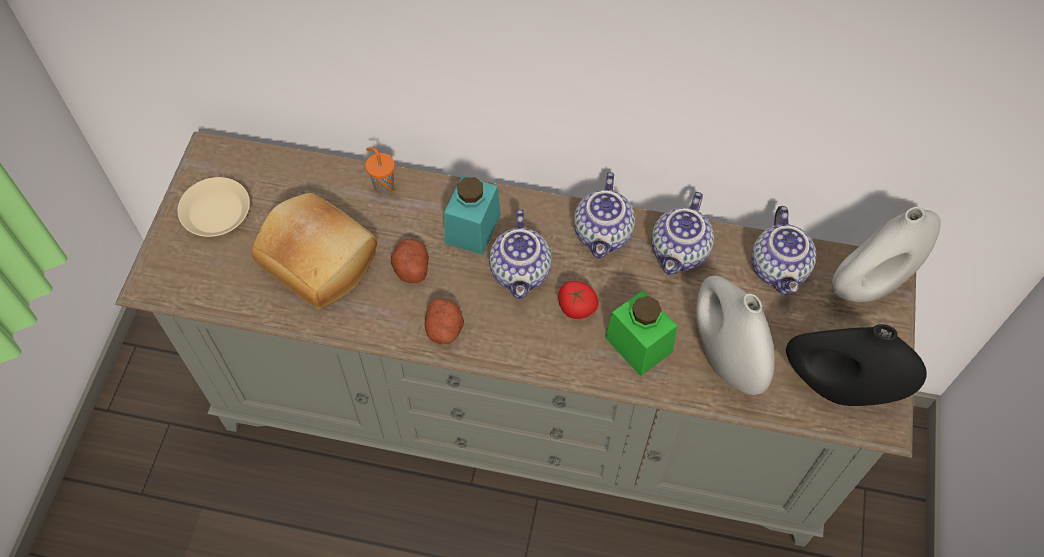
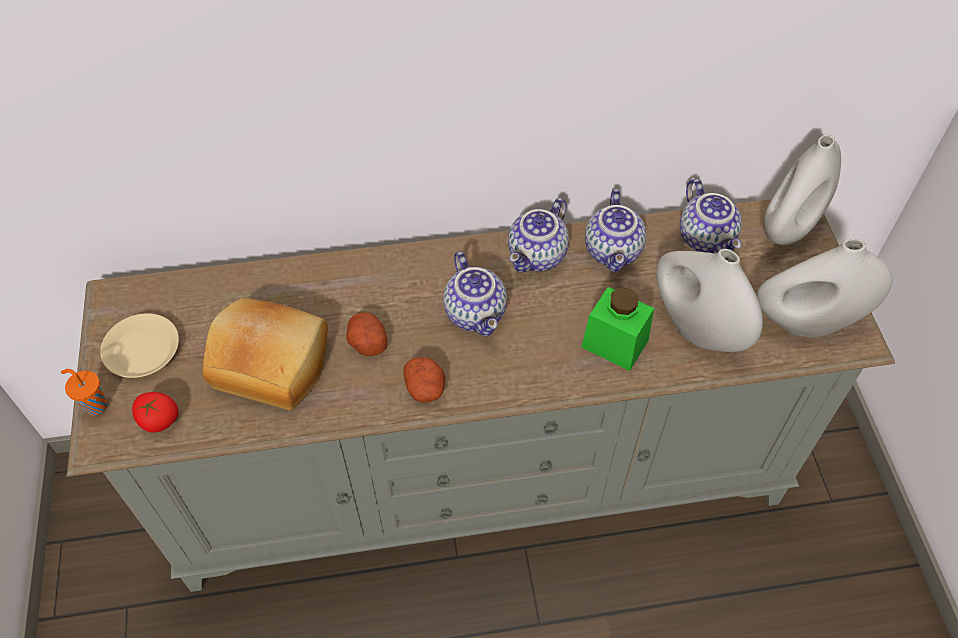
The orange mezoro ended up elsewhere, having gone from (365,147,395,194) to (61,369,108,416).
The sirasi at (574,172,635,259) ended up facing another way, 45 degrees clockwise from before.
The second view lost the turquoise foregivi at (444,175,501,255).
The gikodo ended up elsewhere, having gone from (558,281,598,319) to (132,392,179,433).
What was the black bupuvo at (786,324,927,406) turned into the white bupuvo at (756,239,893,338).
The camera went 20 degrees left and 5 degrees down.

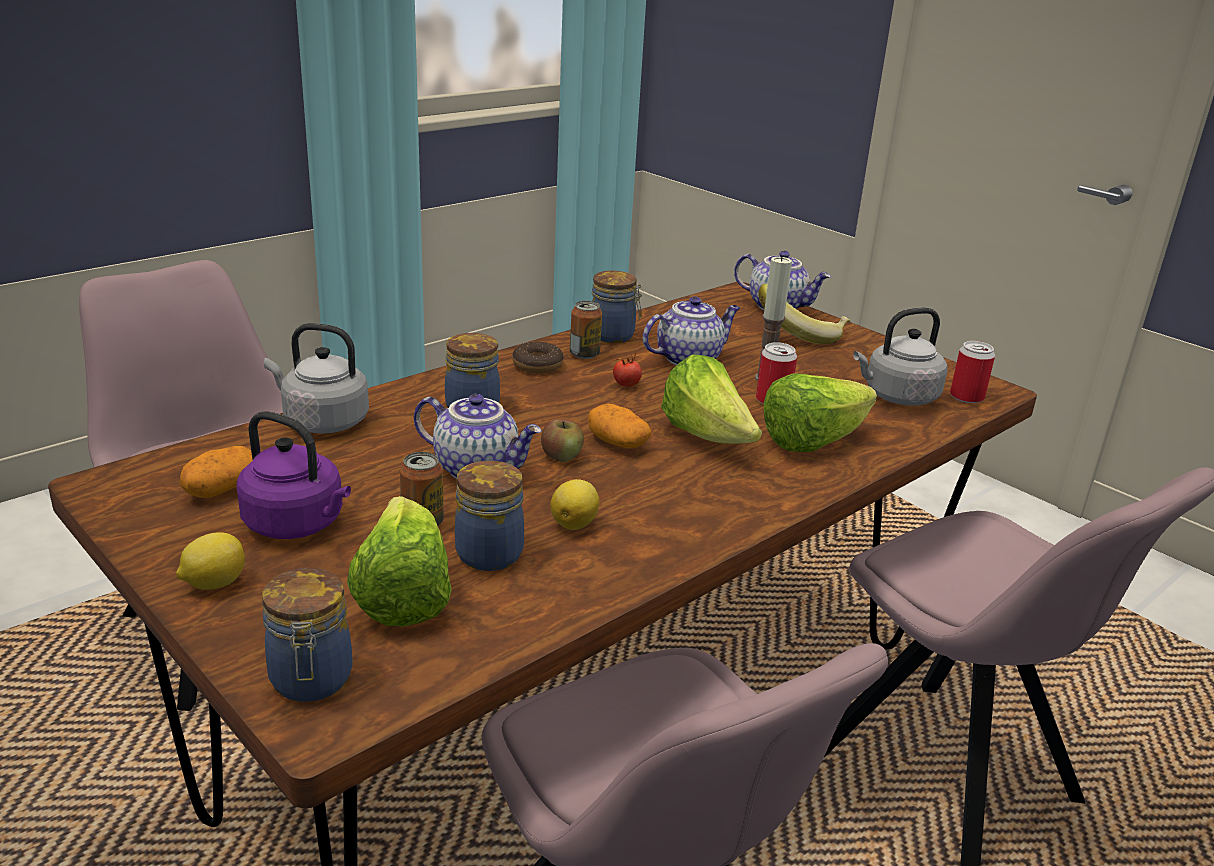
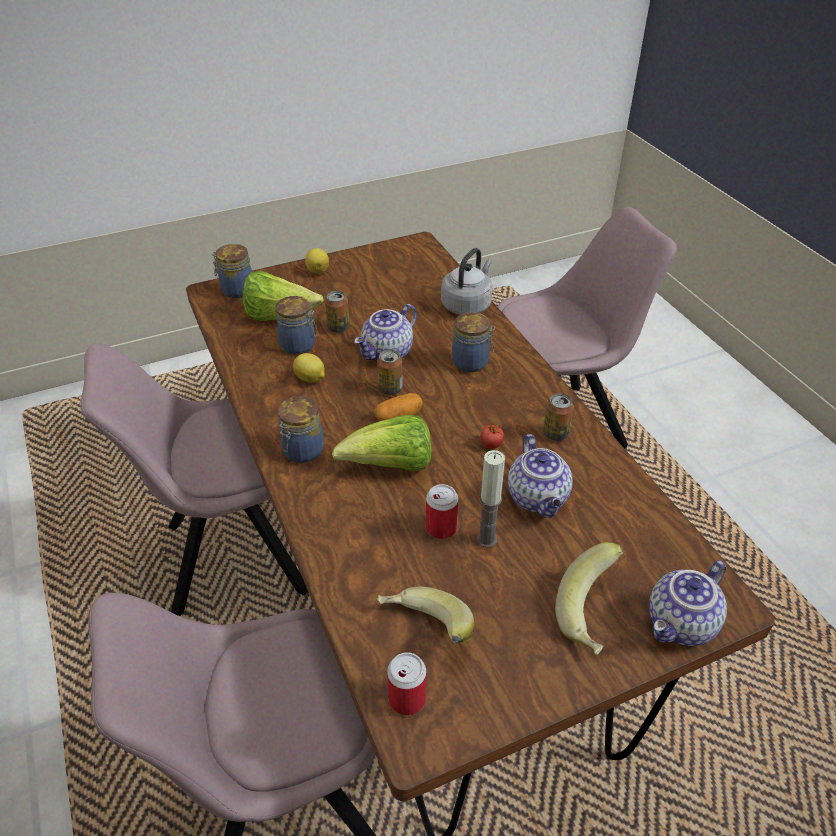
The foregivi ended up elsewhere, having gone from (592,271,642,343) to (278,396,324,463).
Where the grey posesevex stood at (853,308,948,406), the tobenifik came to stand at (377,587,475,643).
The second view lost the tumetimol at (512,342,564,373).
The second view lost the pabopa at (763,373,877,452).
The second view lost the purple posesevex at (236,411,351,539).
Where the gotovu stood at (541,419,584,462), the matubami came to stand at (377,350,403,395).
The second view lost the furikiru at (180,446,253,498).
The camera went 110 degrees right and 15 degrees up.

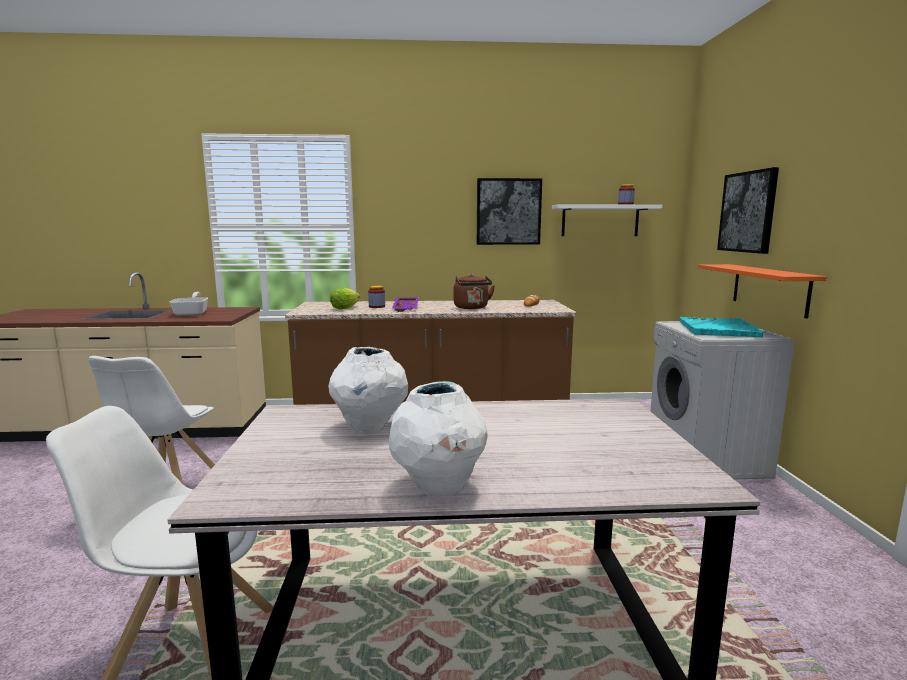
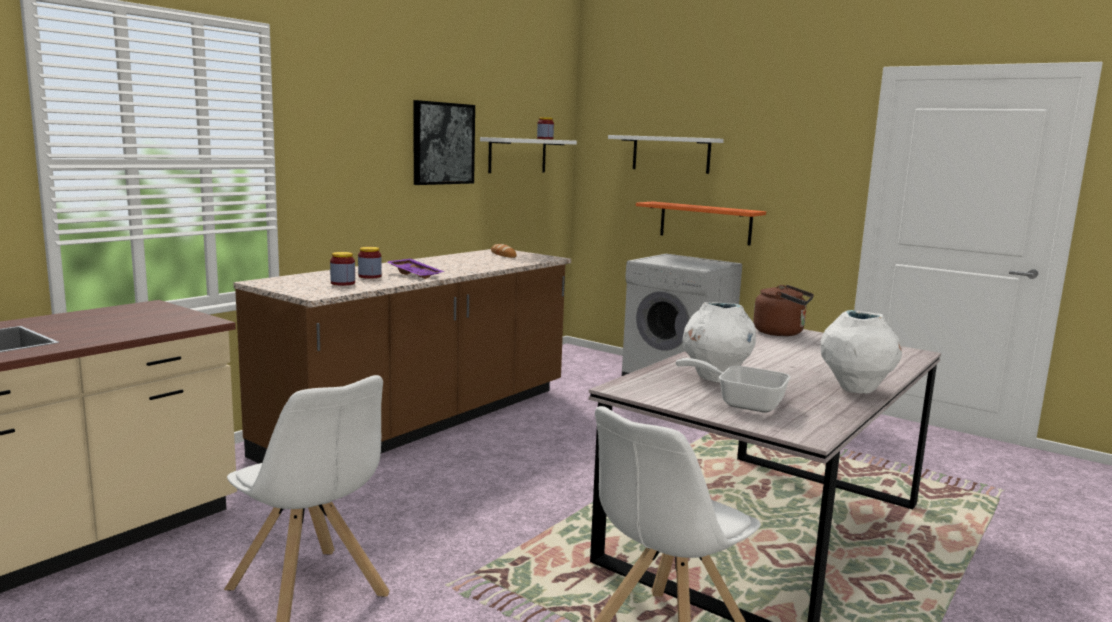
Where the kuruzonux hung at (717,167,779,254), the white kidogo came to hang at (608,135,724,174).
The brown posesevex ended up elsewhere, having gone from (454,274,495,309) to (753,285,814,336).
Where the pabopa stood at (330,288,360,310), the foregivi came to stand at (330,252,355,286).
The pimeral ended up elsewhere, having gone from (169,292,208,316) to (676,358,791,413).
The second view lost the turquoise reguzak at (679,317,764,337).
The camera went 50 degrees left and 0 degrees up.

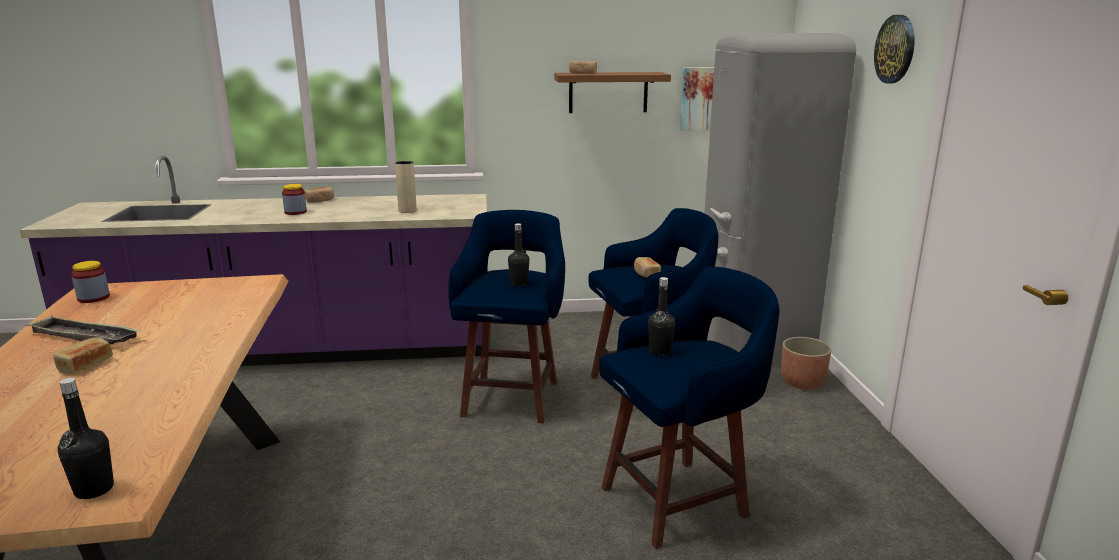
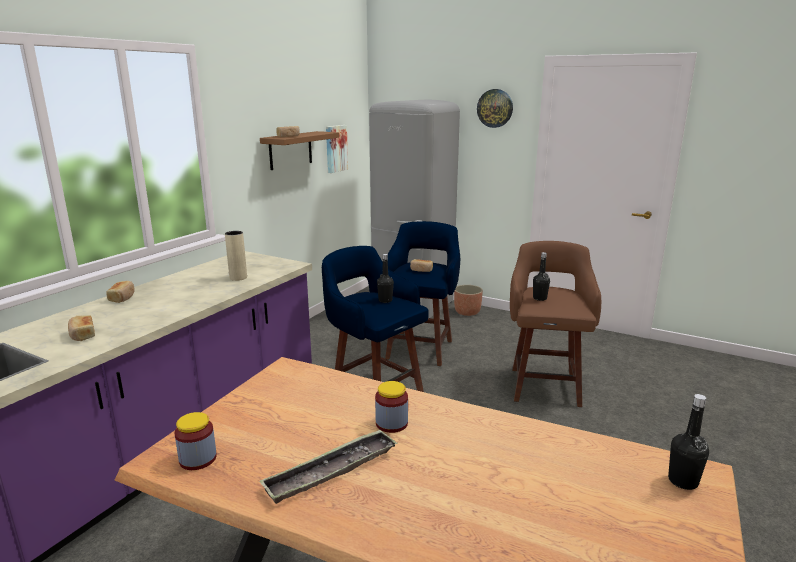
The foregivi ended up elsewhere, having gone from (282,184,307,215) to (375,381,408,433).
What was the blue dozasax at (599,267,780,549) turned into the brown dozasax at (510,241,601,407).
The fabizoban ended up elsewhere, having gone from (53,337,113,373) to (68,315,95,341).
The camera went 55 degrees left and 0 degrees up.

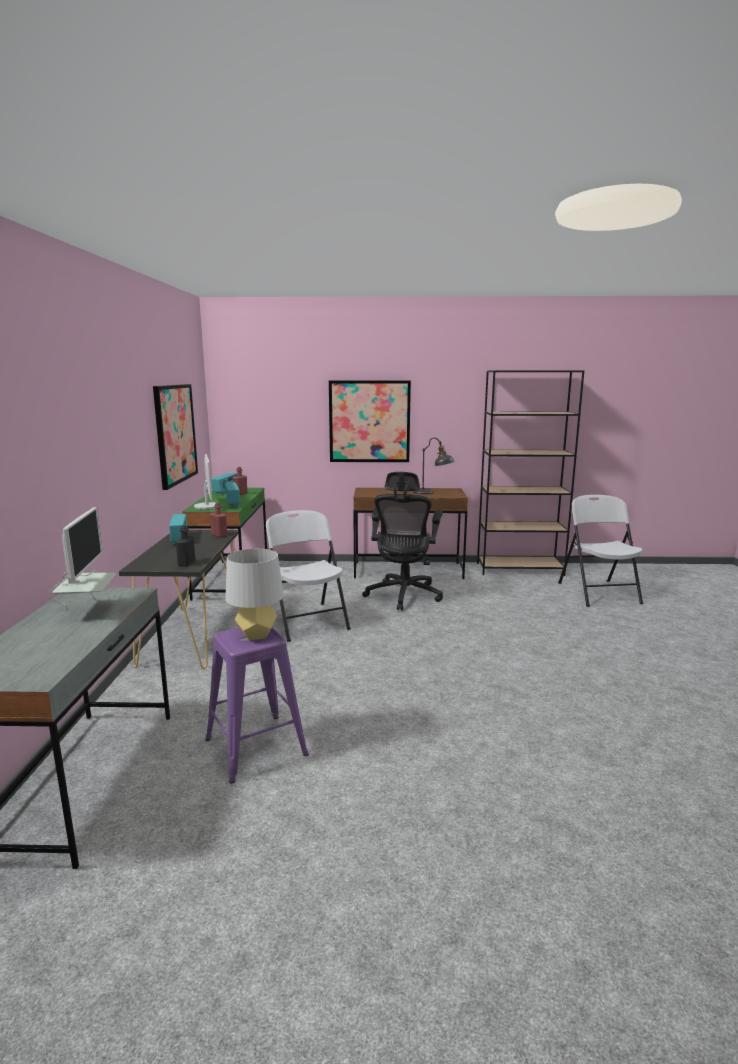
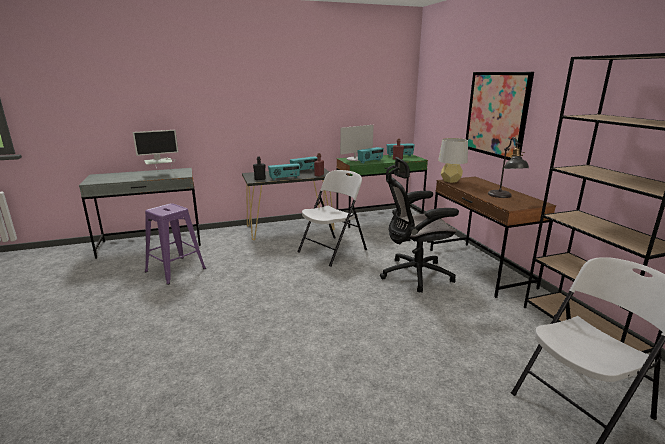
The second view lost the kuruzonux at (153,384,198,490).
The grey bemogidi ended up elsewhere, having gone from (225,549,284,640) to (438,138,468,183).
The second view gained the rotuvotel at (268,163,300,180).
The camera went 70 degrees right and 5 degrees up.

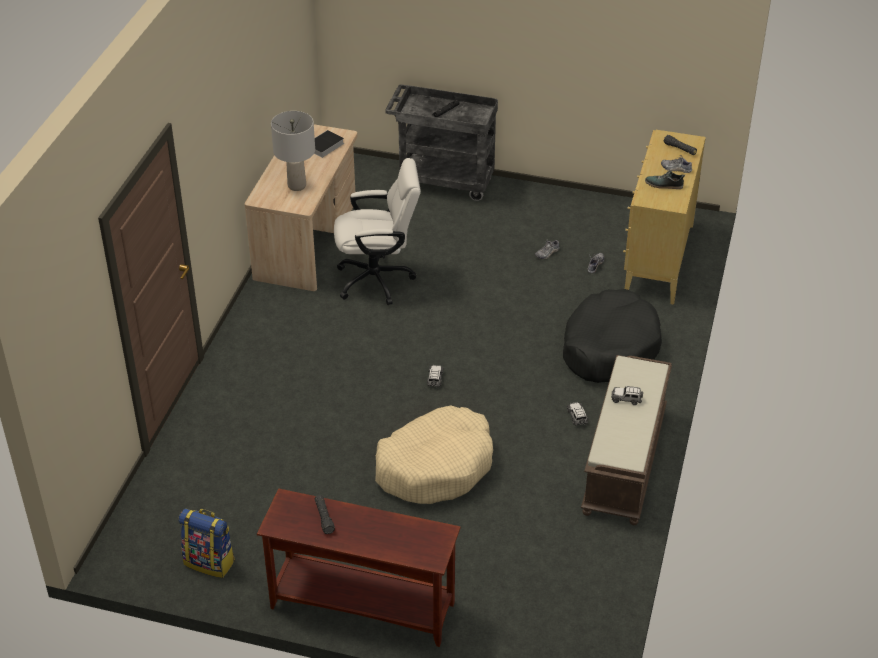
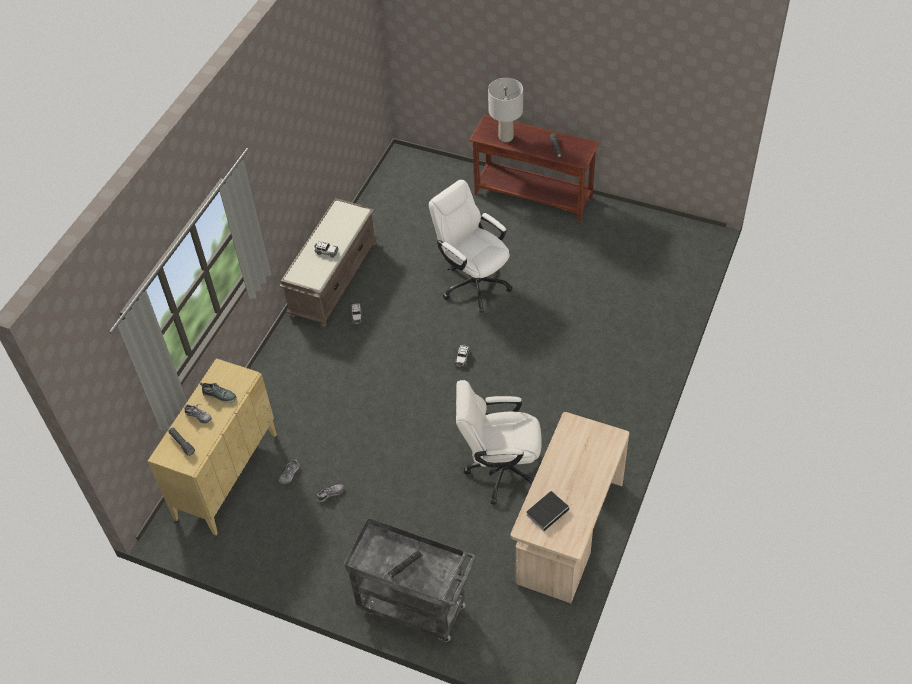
The grey bemogidi ended up elsewhere, having gone from (271,111,315,191) to (488,78,523,142).
The second view lost the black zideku at (563,289,662,383).
Where the beige zideku stood at (375,406,493,504), the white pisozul came to stand at (429,180,513,313).
The second view lost the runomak at (178,508,235,578).
The camera went 170 degrees left and 10 degrees up.

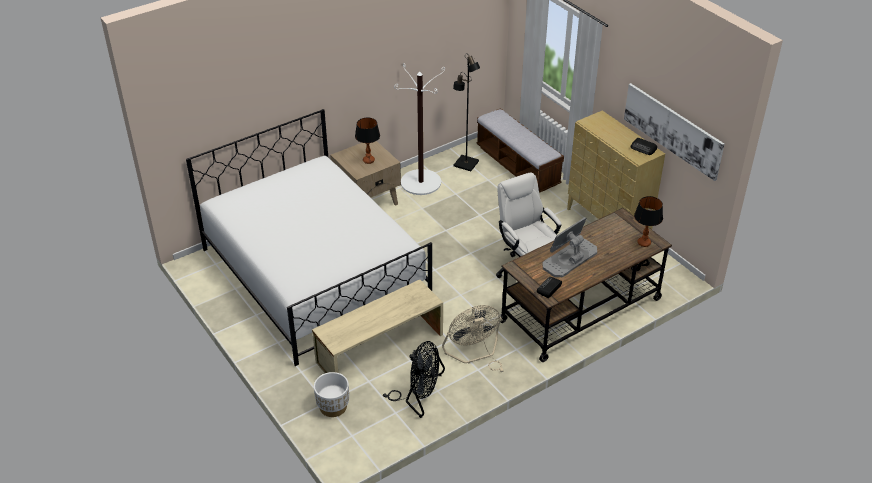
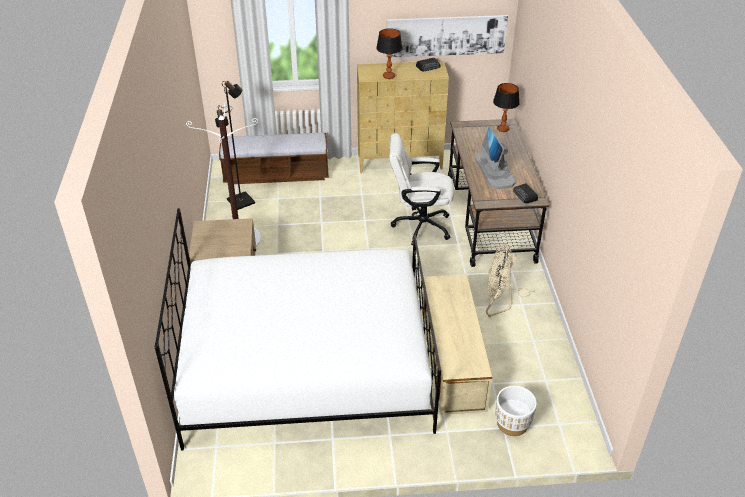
The bemogidi ended up elsewhere, having gone from (355,117,380,164) to (376,28,403,79).
The second view lost the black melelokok at (383,341,445,418).
The camera went 60 degrees left and 0 degrees up.

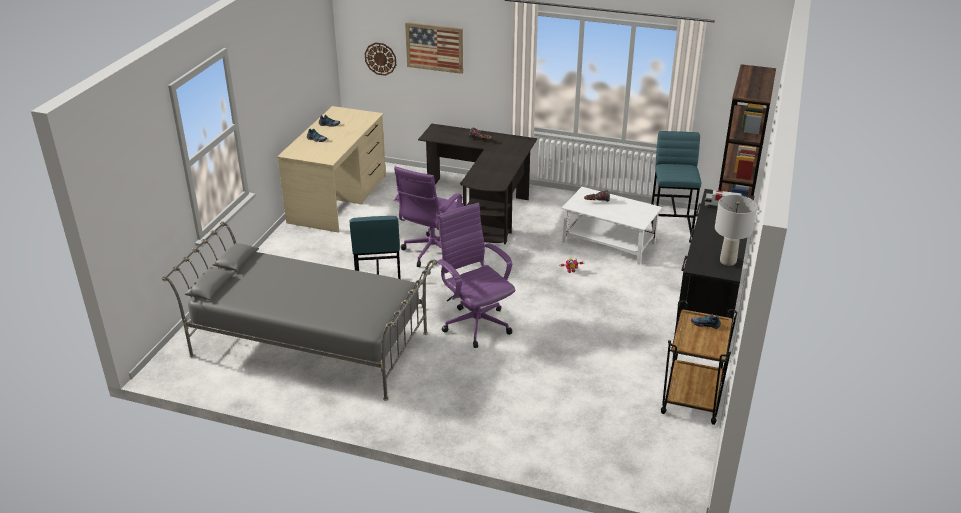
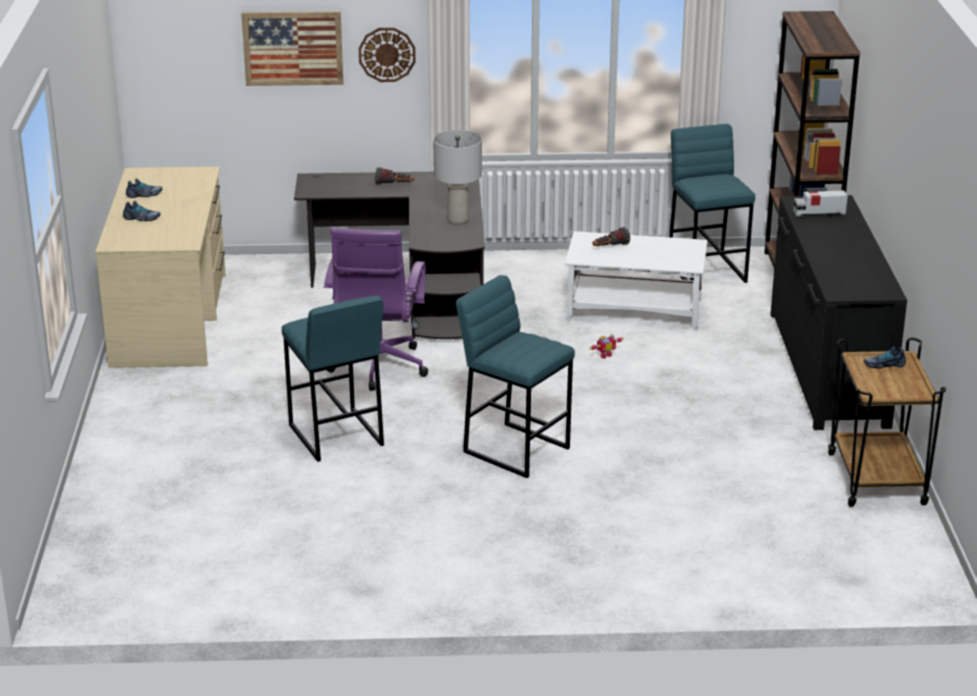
The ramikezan ended up elsewhere, having gone from (365,42,396,76) to (359,28,416,82).
The grey bemogidi ended up elsewhere, having gone from (715,195,757,266) to (433,130,482,225).
Where the purple pisozul stood at (437,203,515,348), the turquoise dozasax came to stand at (456,275,575,478).
The second view lost the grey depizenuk at (162,222,437,401).
The camera went 20 degrees left and 5 degrees down.

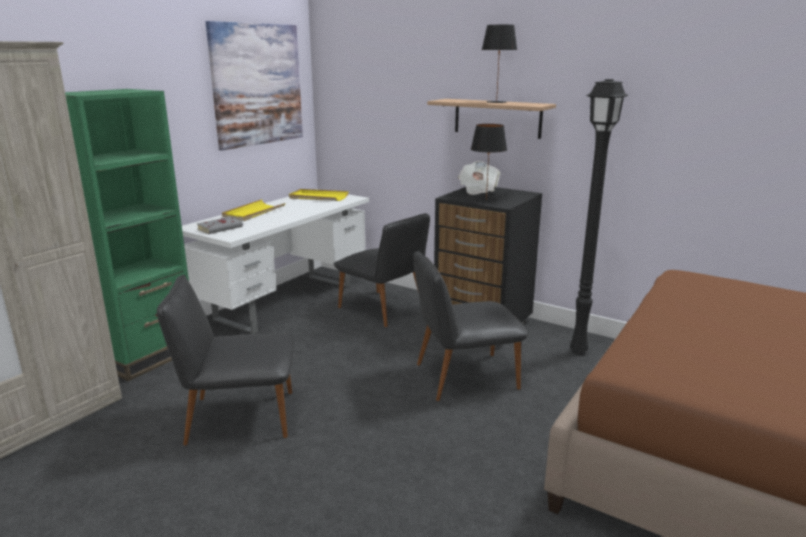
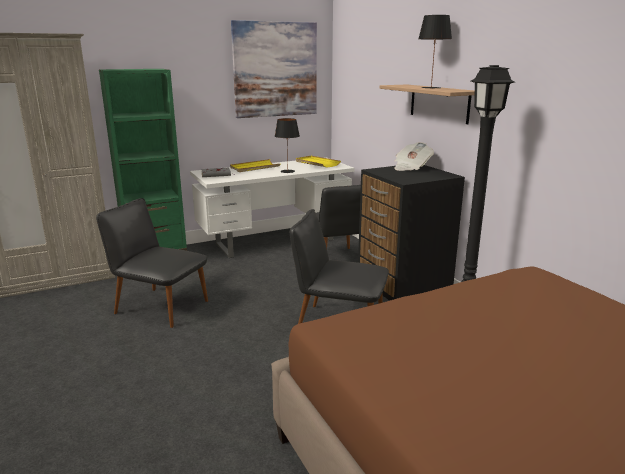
The black bemogidi ended up elsewhere, having gone from (471,124,507,203) to (275,118,300,173).
The camera went 30 degrees right and 0 degrees up.

